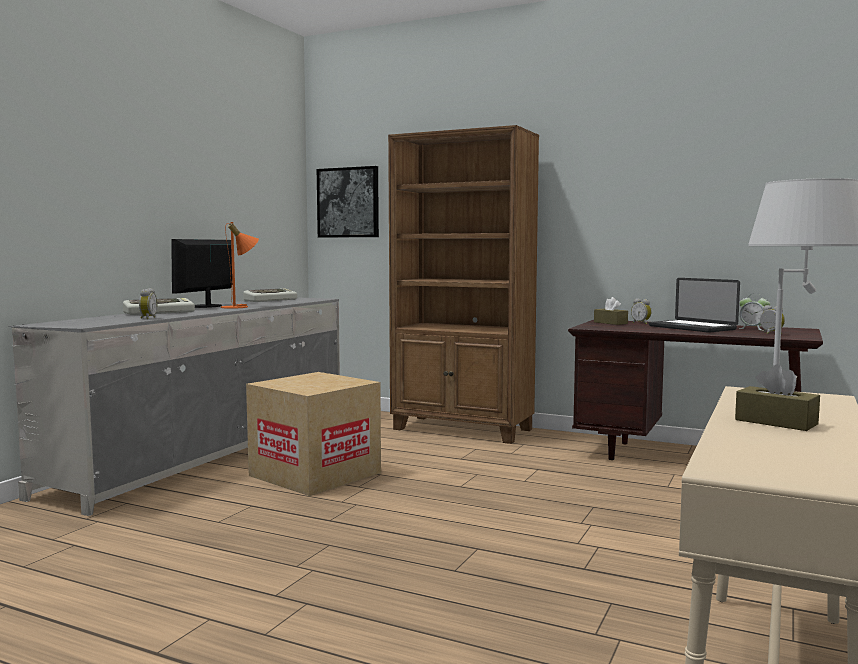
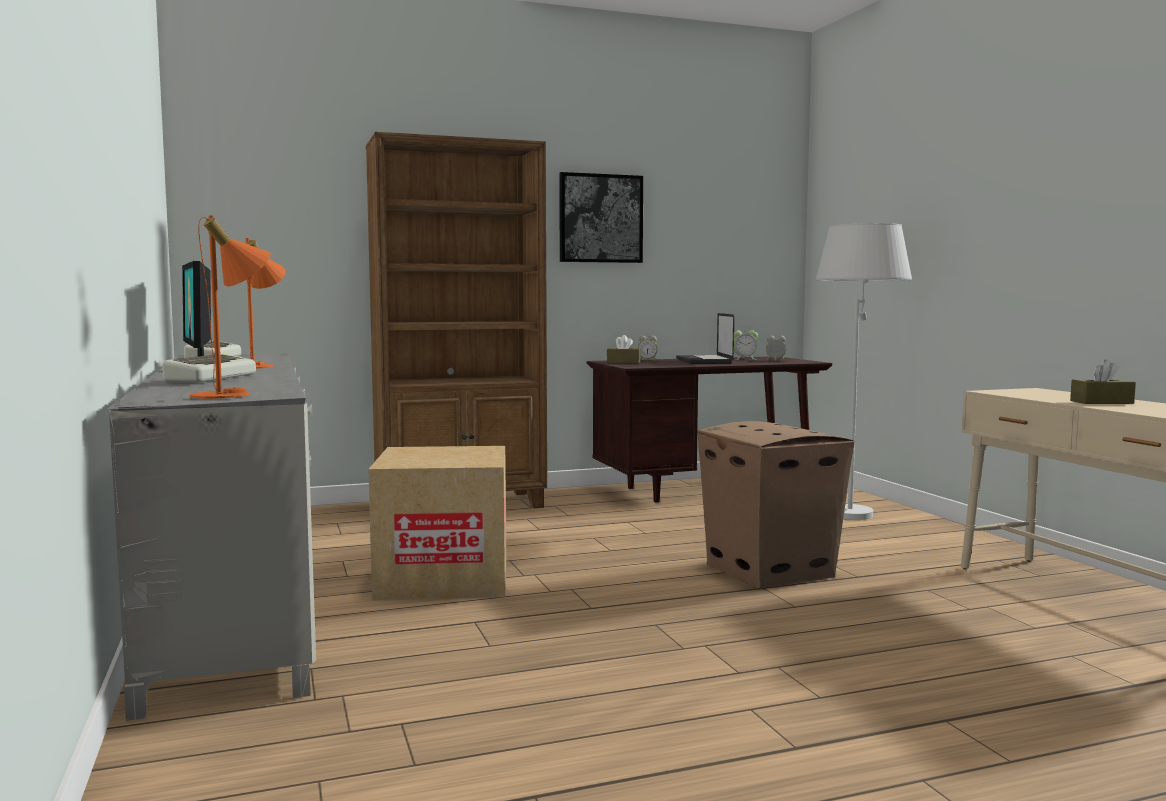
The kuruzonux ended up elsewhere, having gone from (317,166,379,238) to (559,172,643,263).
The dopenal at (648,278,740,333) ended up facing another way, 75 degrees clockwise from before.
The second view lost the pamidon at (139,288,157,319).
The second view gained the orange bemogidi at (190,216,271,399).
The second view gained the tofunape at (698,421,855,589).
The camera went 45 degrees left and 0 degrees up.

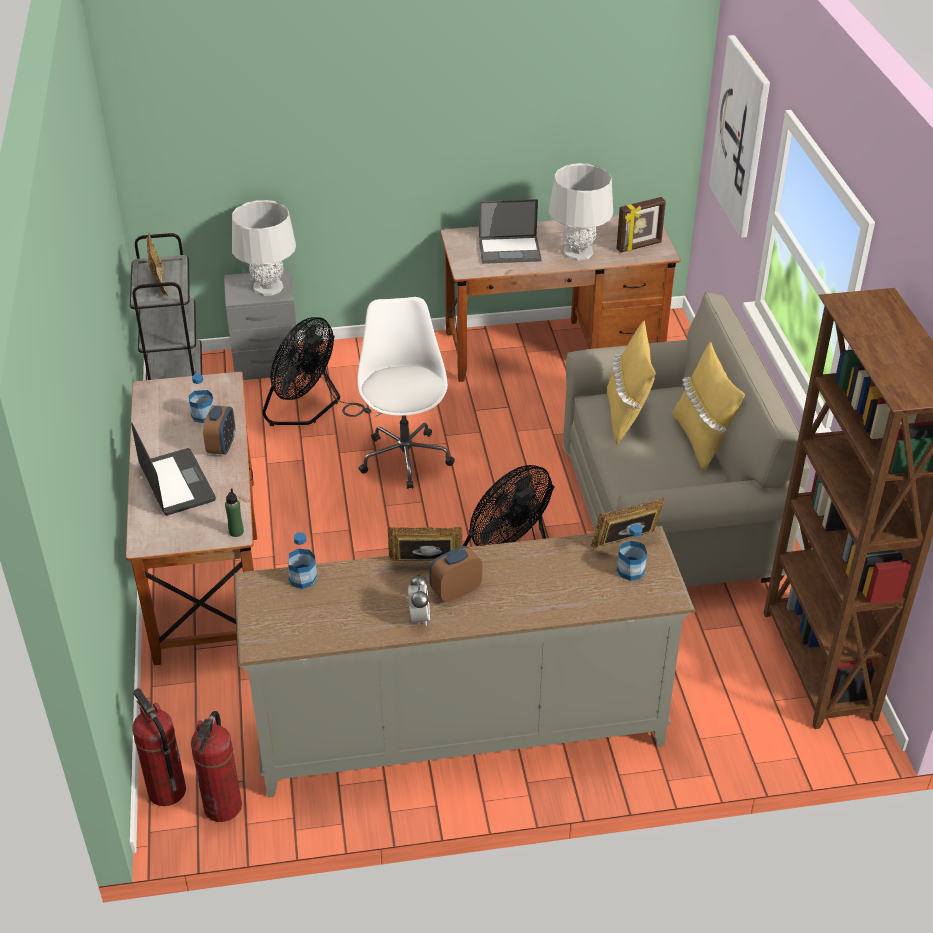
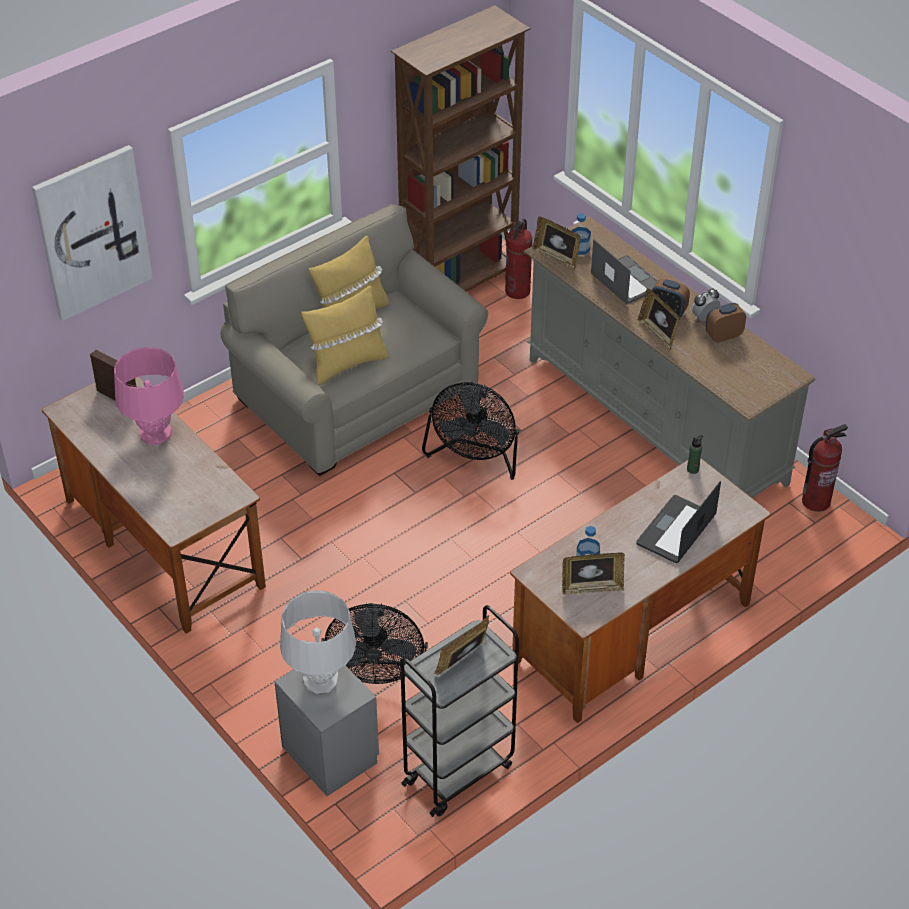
What was the grey bemogidi at (549,163,613,261) turned into the pink bemogidi at (114,347,184,445).
The dopenal ended up elsewhere, having gone from (479,199,542,264) to (591,239,657,304).
The second view lost the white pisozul at (357,297,455,489).
The pamidon ended up elsewhere, having gone from (203,405,235,455) to (705,303,746,343).
The second view lost the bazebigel at (289,532,317,589).
The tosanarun ended up elsewhere, having gone from (133,688,186,806) to (505,219,532,299).
The second view gained the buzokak at (562,552,625,595).
The camera went 120 degrees left and 5 degrees up.

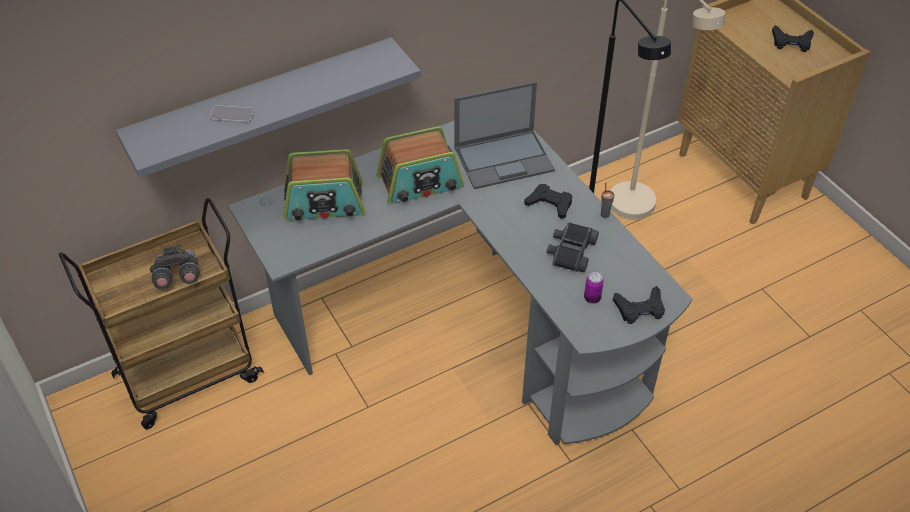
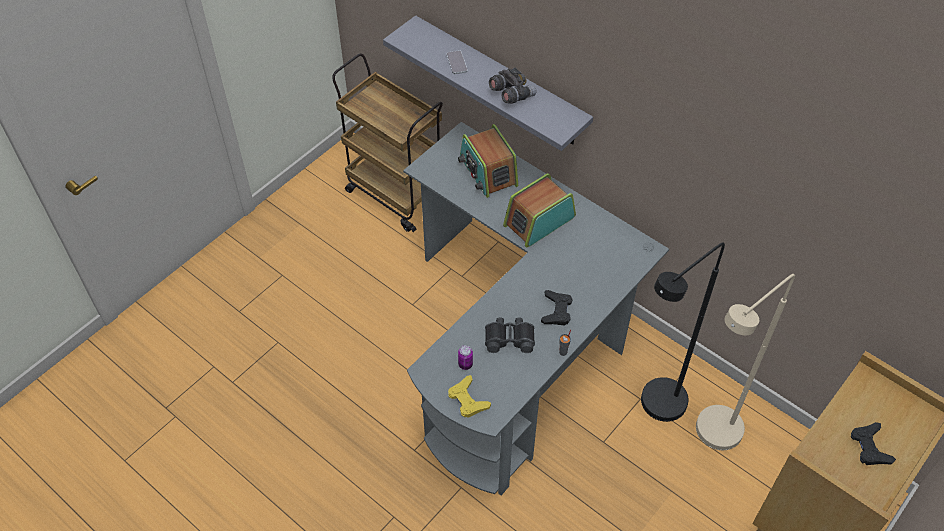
The second view lost the dopenal at (454,81,555,189).
The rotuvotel at (377,126,464,204) ended up facing another way, 90 degrees clockwise from before.
The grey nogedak ended up elsewhere, having gone from (150,246,200,289) to (489,68,536,104).
What was the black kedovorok at (613,286,665,324) turned into the yellow kedovorok at (448,375,491,418).
The camera went 70 degrees right and 5 degrees up.

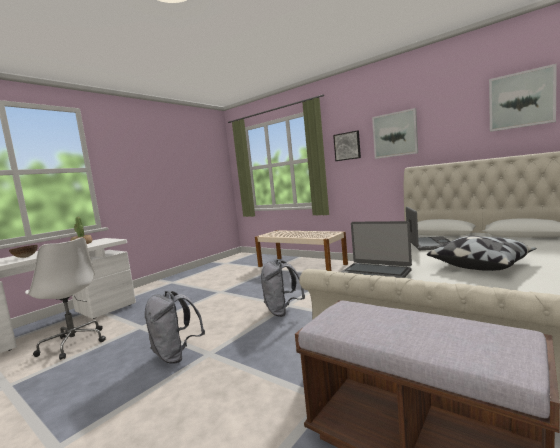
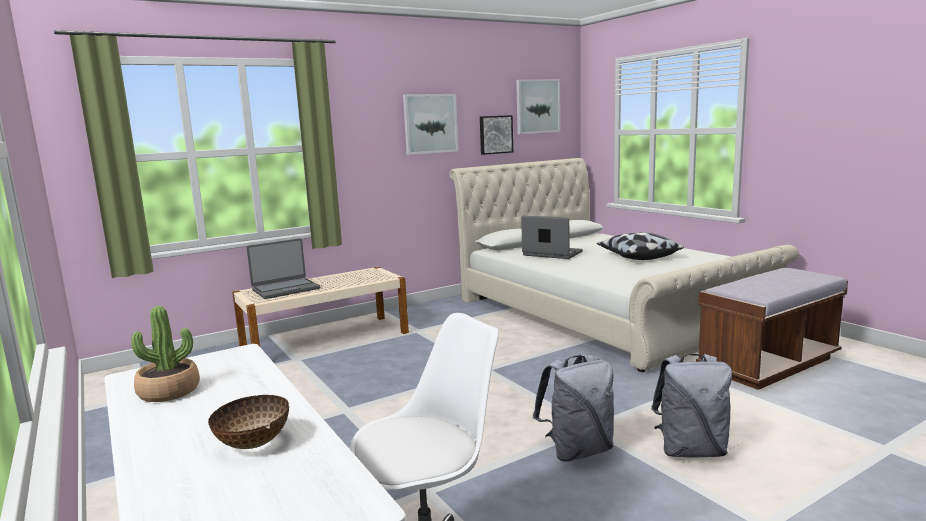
The kuruzonux ended up elsewhere, having gone from (333,130,361,161) to (480,115,513,155).
The dopenal ended up elsewhere, having gone from (341,221,412,278) to (247,238,320,299).
The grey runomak ended up elsewhere, having gone from (261,260,305,317) to (651,354,732,458).
The camera went 70 degrees left and 5 degrees up.

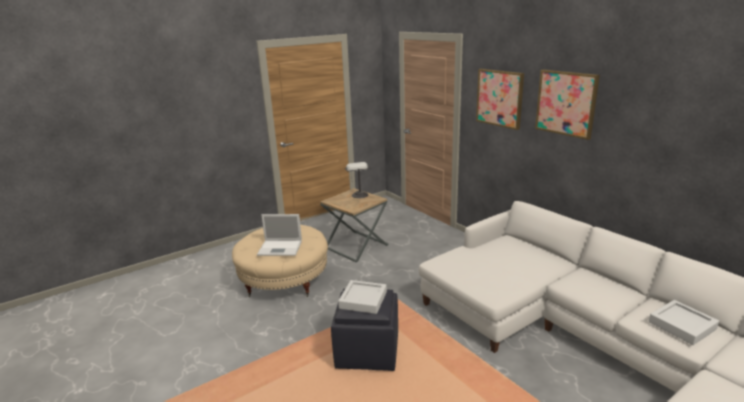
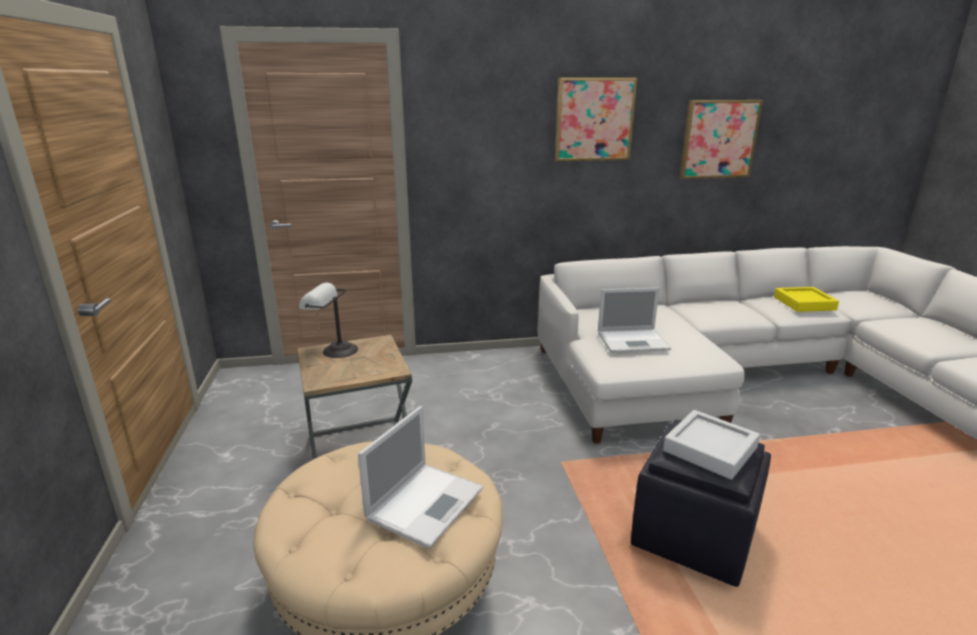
The kuruzonux ended up elsewhere, having gone from (476,69,524,130) to (680,100,763,179).
What was the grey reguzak at (649,300,719,345) turned into the yellow reguzak at (774,287,839,312).
The second view gained the dopenal at (598,288,671,353).
The camera went 65 degrees left and 0 degrees up.

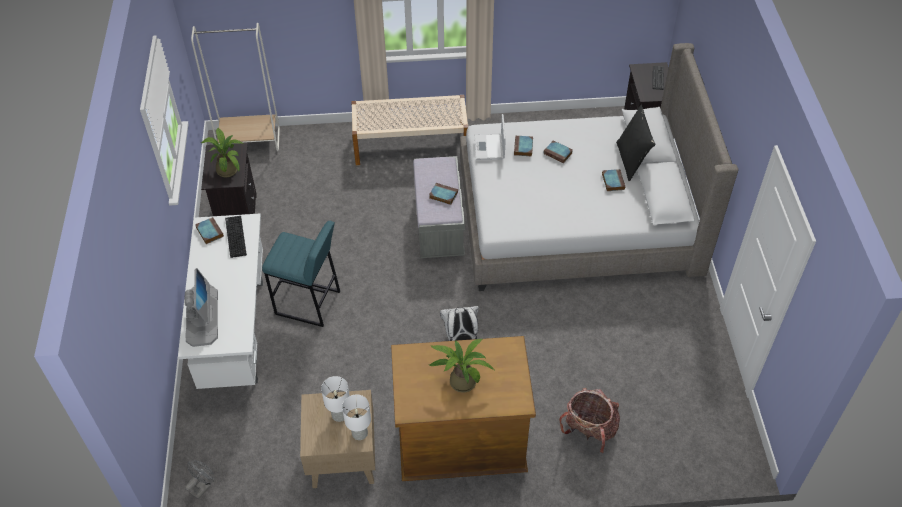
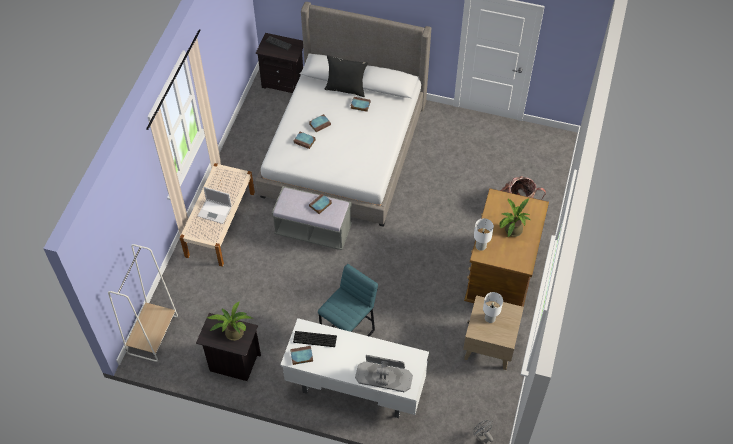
The dopenal ended up elsewhere, having gone from (475,114,506,160) to (198,187,232,224).
The second view lost the white runomak at (440,306,479,341).
The white bemogidi ended up elsewhere, having gone from (342,395,371,440) to (474,218,494,251).
The camera went 70 degrees left and 5 degrees up.

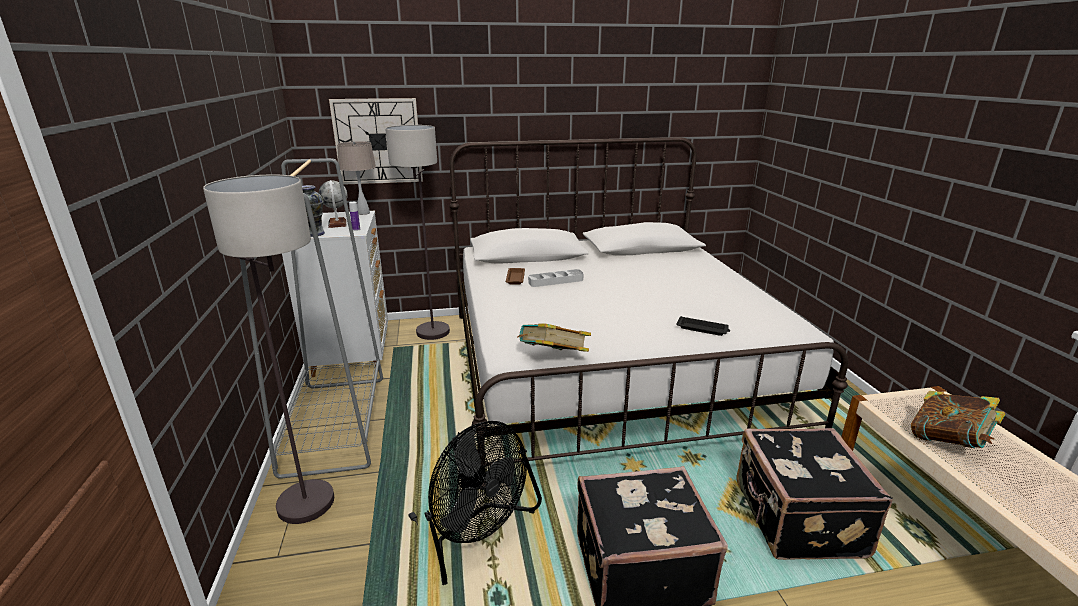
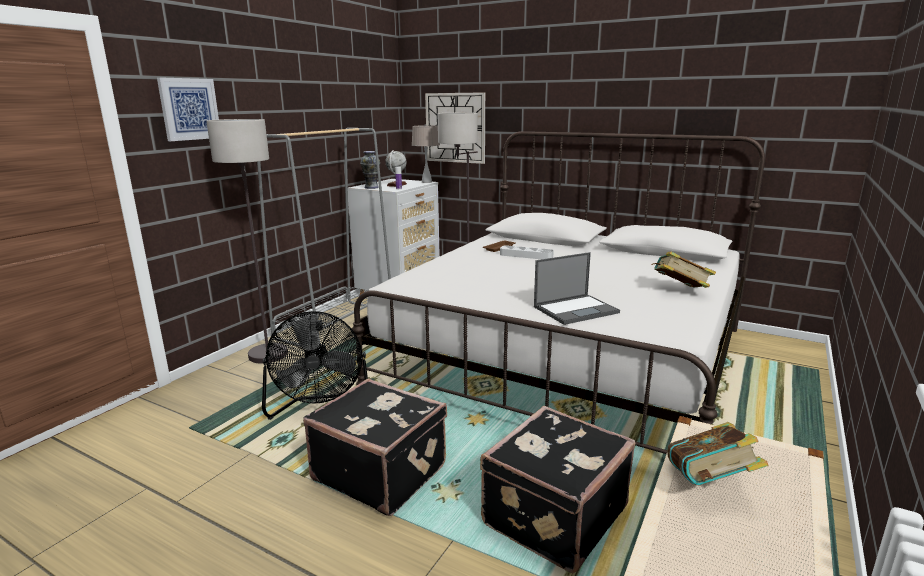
Where the black reguzak stood at (676,316,730,336), the dopenal came to stand at (534,252,620,325).
The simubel ended up elsewhere, having gone from (517,323,591,352) to (651,251,716,288).
The second view gained the kuruzonux at (157,77,219,141).
The camera went 40 degrees right and 5 degrees down.

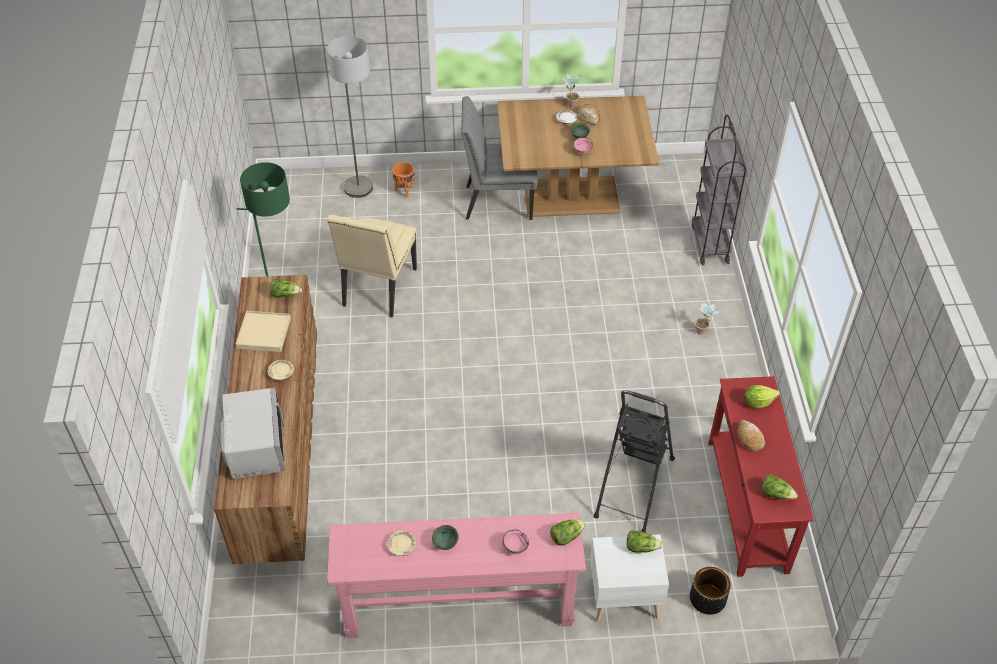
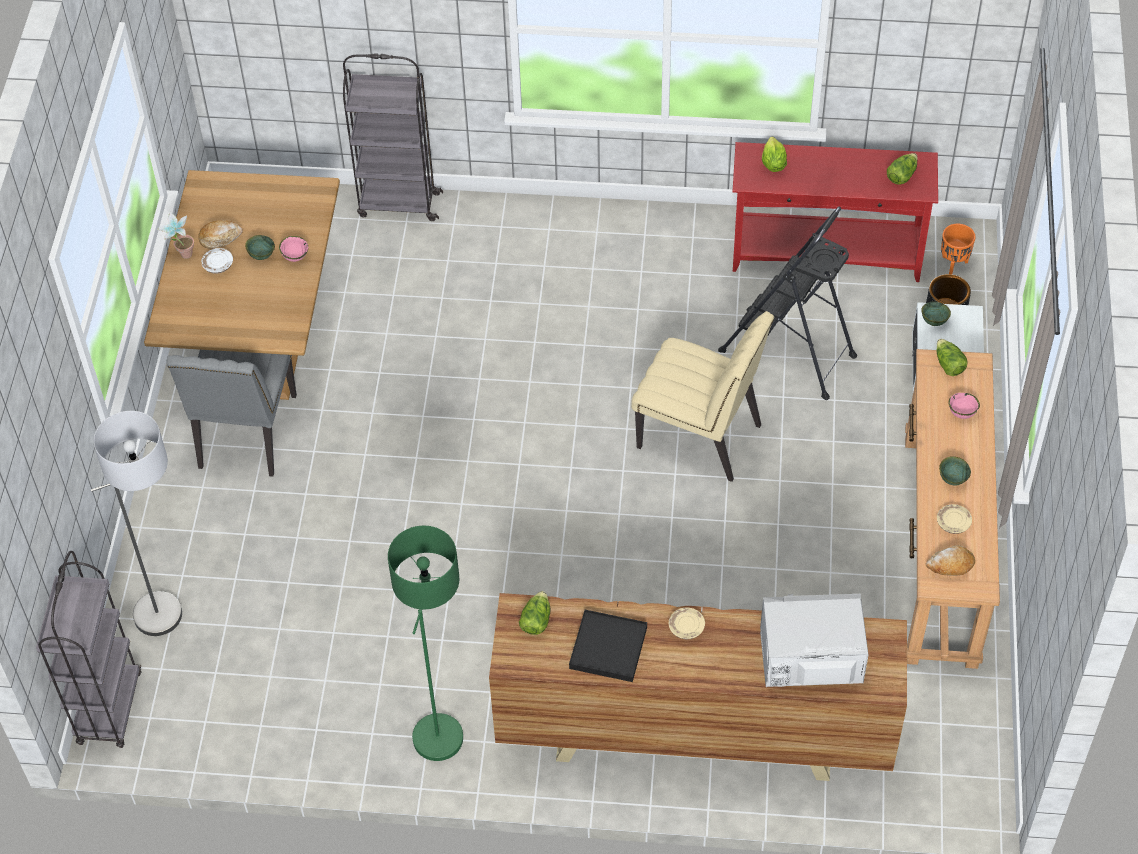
The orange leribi ended up elsewhere, having gone from (392,162,414,198) to (941,224,976,274).
The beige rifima ended up elsewhere, having gone from (327,214,417,317) to (631,311,774,482).
The second view lost the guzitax at (695,303,721,335).
What was the beige reguzak at (236,311,291,352) turned into the black reguzak at (569,610,647,682).
The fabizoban ended up elsewhere, having gone from (737,420,765,451) to (926,545,975,576).
What was the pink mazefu at (327,513,586,638) turned into the brown mazefu at (905,349,1000,669).
Where the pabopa stood at (627,530,663,553), the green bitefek came to stand at (921,301,951,326).
The second view gained the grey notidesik at (36,551,142,748).
The camera went 80 degrees left and 5 degrees up.

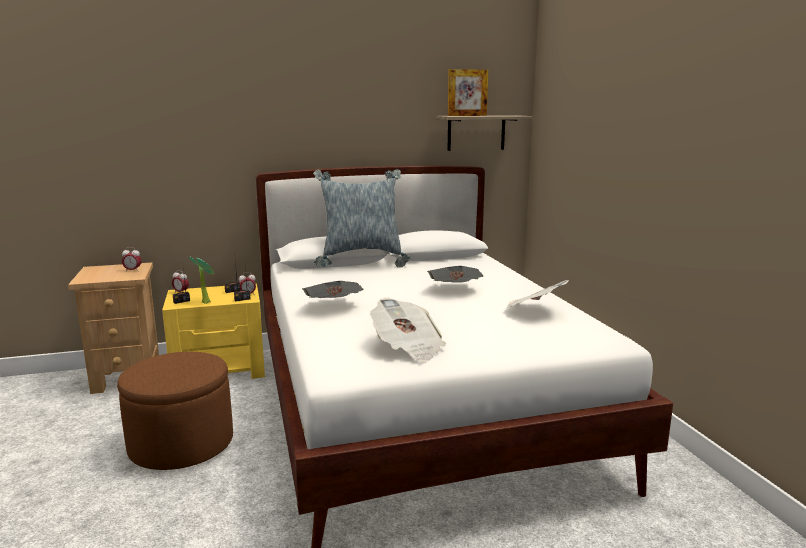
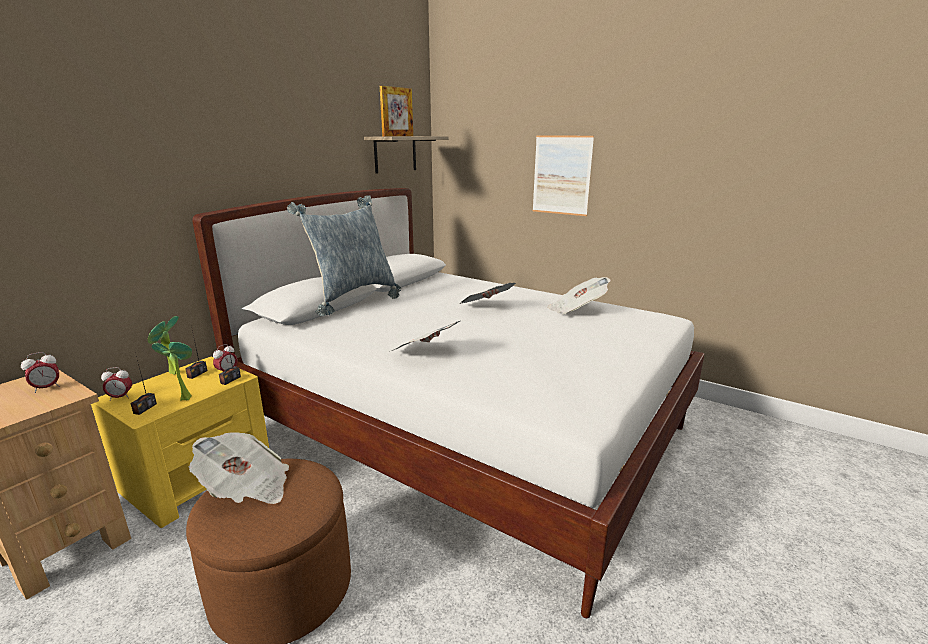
The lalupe ended up elsewhere, having gone from (370,298,446,363) to (189,432,289,504).
The second view gained the kuruzonux at (533,136,594,216).
The second view gained the guzitax at (148,316,180,375).
The camera went 40 degrees left and 5 degrees up.

